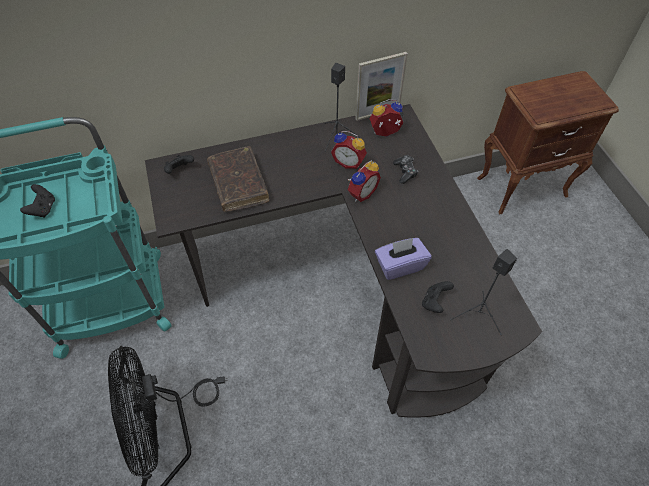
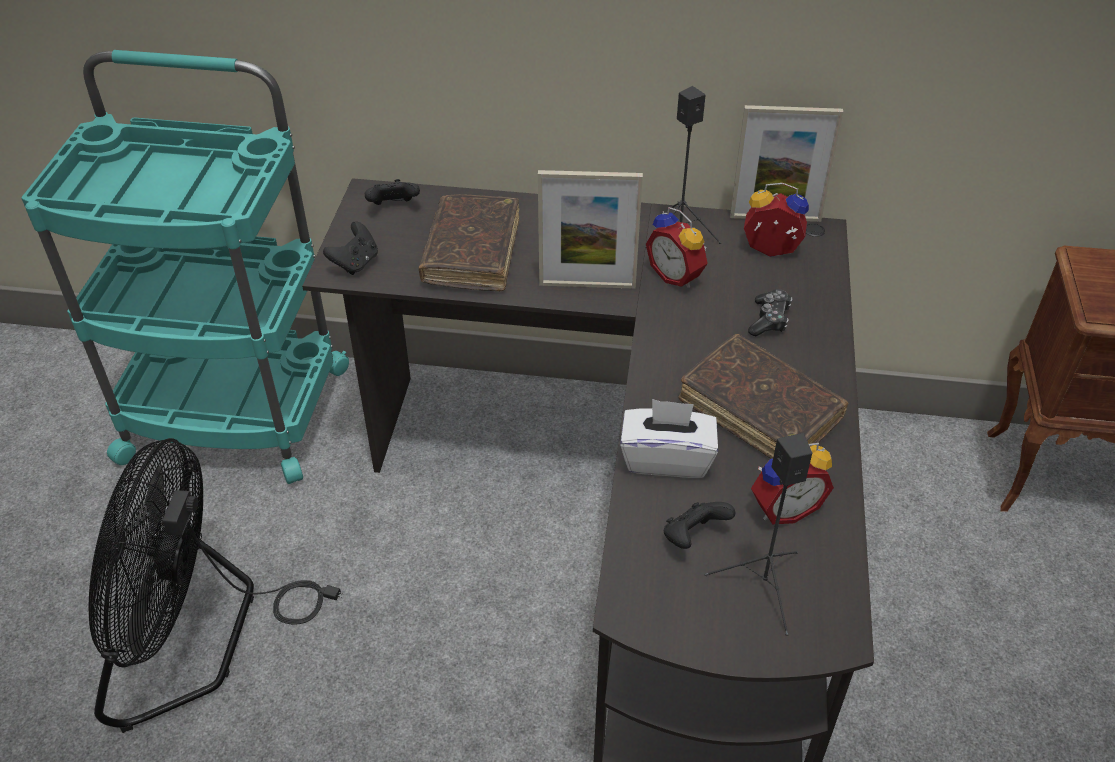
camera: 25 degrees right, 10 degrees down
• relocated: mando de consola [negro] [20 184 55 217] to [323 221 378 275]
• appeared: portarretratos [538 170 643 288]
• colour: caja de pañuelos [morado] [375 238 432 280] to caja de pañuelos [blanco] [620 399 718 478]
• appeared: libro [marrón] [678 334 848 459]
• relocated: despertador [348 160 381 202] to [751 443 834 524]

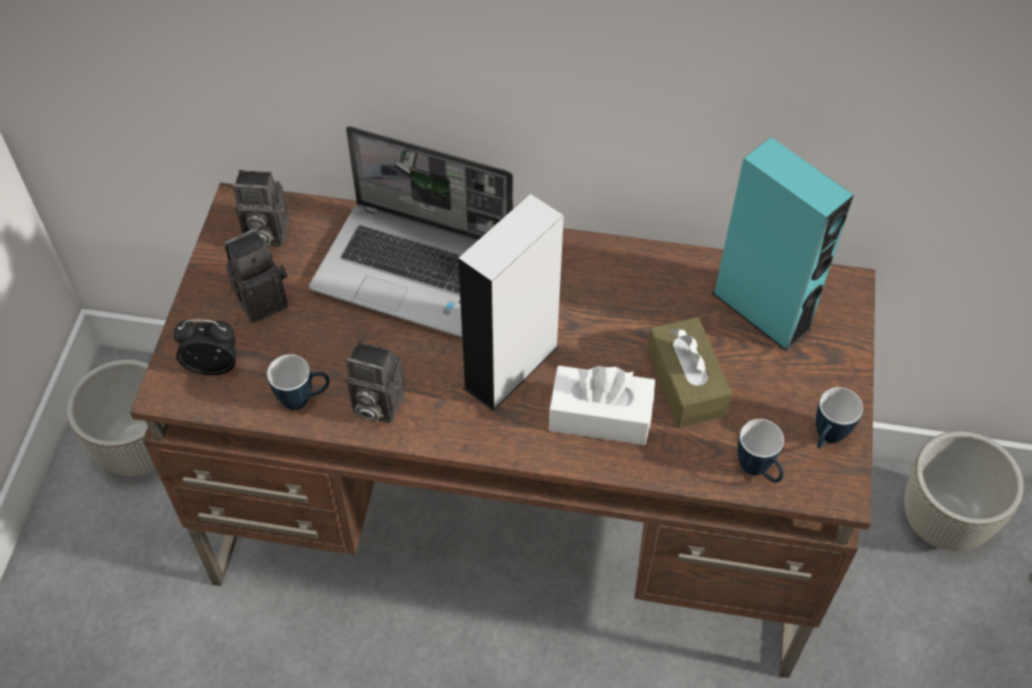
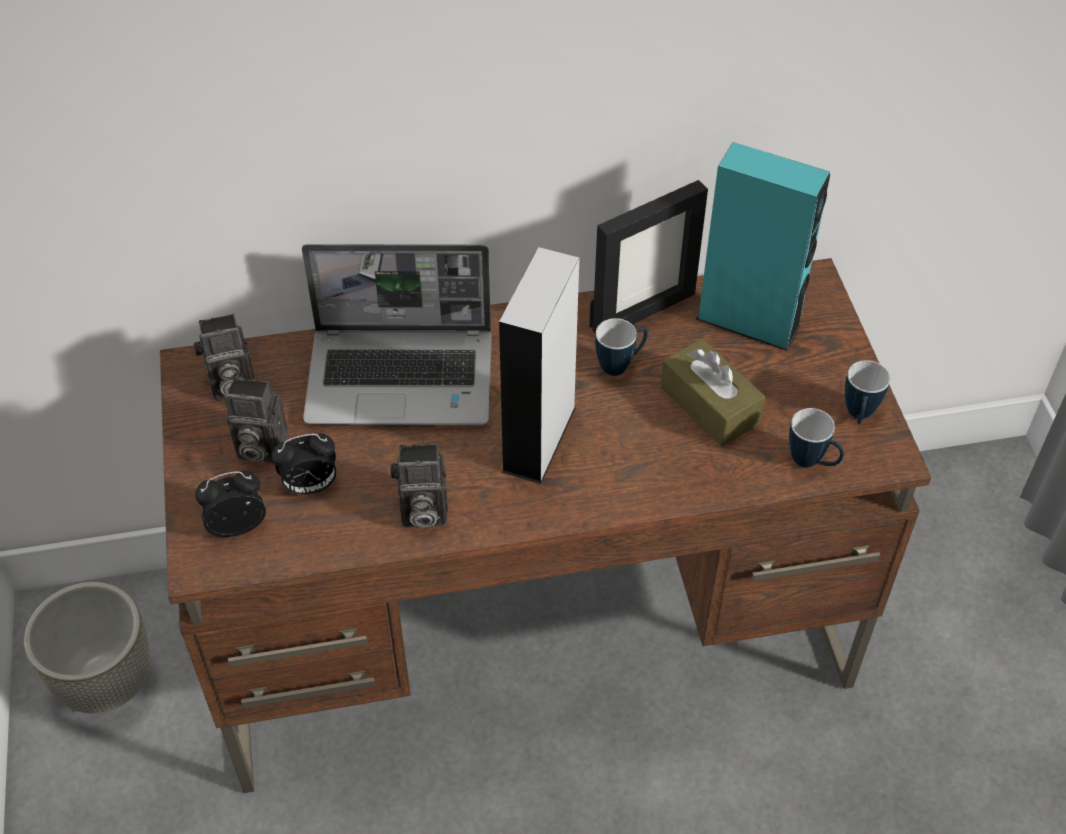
camera: 20 degrees left, 5 degrees down
• spun: cámara [224 229 288 323] = [224 378 288 463] 120 degrees counterclockwise
• appeared: despertador [272 433 336 495]
• appeared: portarretratos [589 180 708 334]
• relocated: taza grande [267 354 330 410] to [595 318 648 376]
• missing: caja de pañuelos [blanco] [549 366 655 445]
• missing: maceta [gris] [904 431 1024 551]

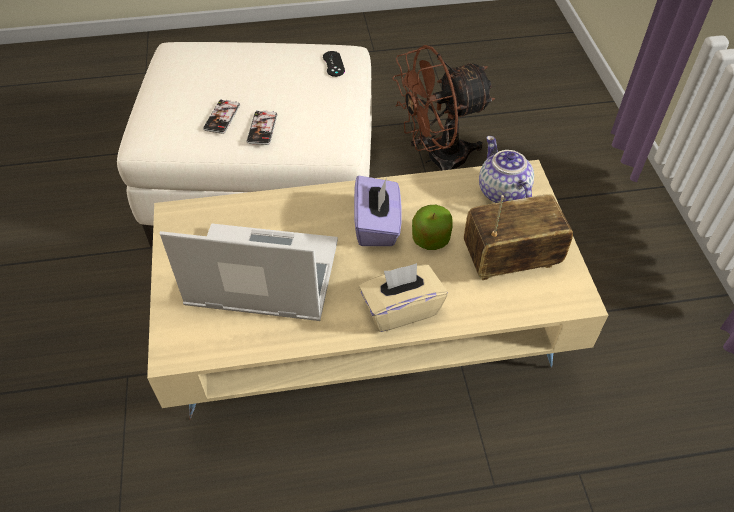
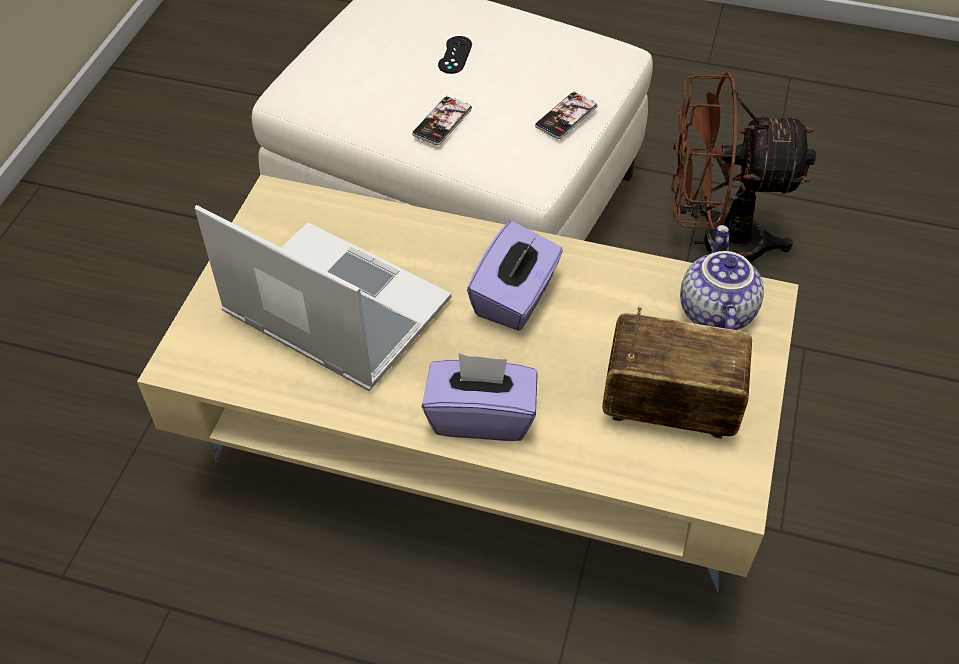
camera: 25 degrees right, 0 degrees up
• colour: caja de pañuelos [beis] [359 263 448 332] to caja de pañuelos [morado] [422 353 538 441]
• relocated: mando de consola [negro] [323 51 345 77] to [438 36 472 74]
• relocated: móvil [203 99 240 134] to [535 91 598 139]
• missing: manzana [412 205 453 250]

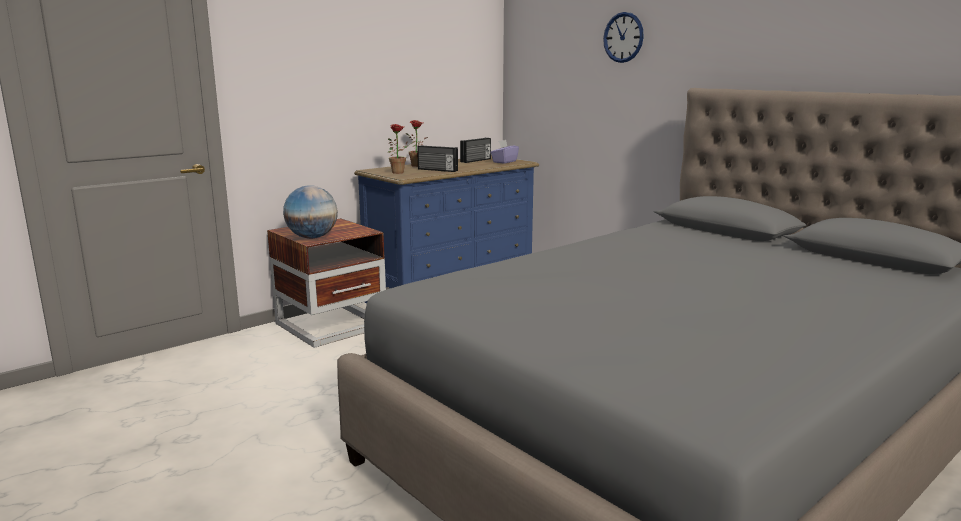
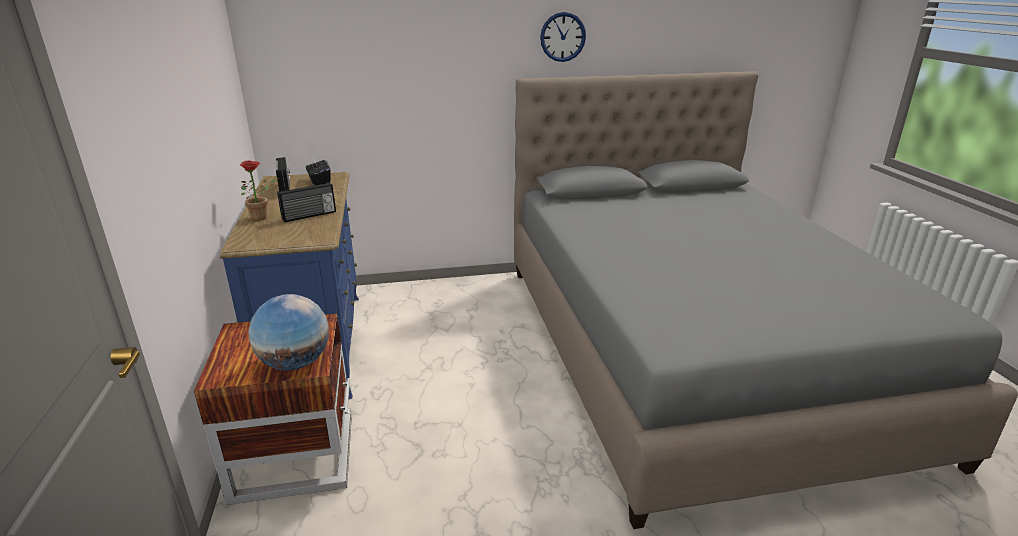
camera: 60 degrees left, 10 degrees up
• colour: caja de pañuelos [morado] [490 140 519 164] to caja de pañuelos [negro] [306 156 331 185]
• relocated: reloj de pared [603 12 644 63] to [540 12 586 62]
• missing: planta en maceta [388 124 415 174]

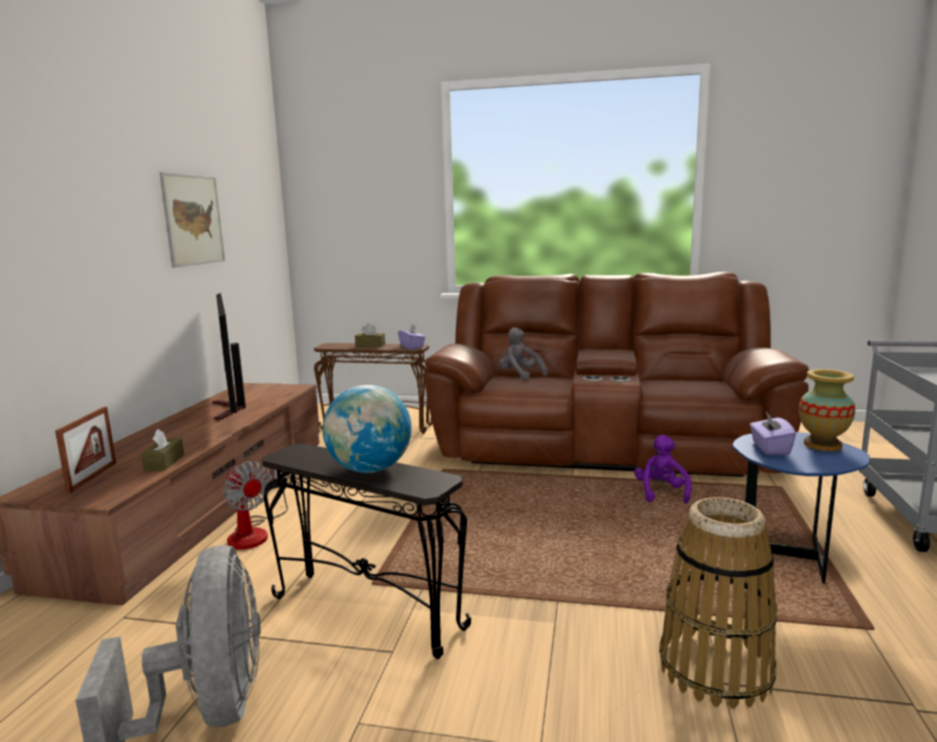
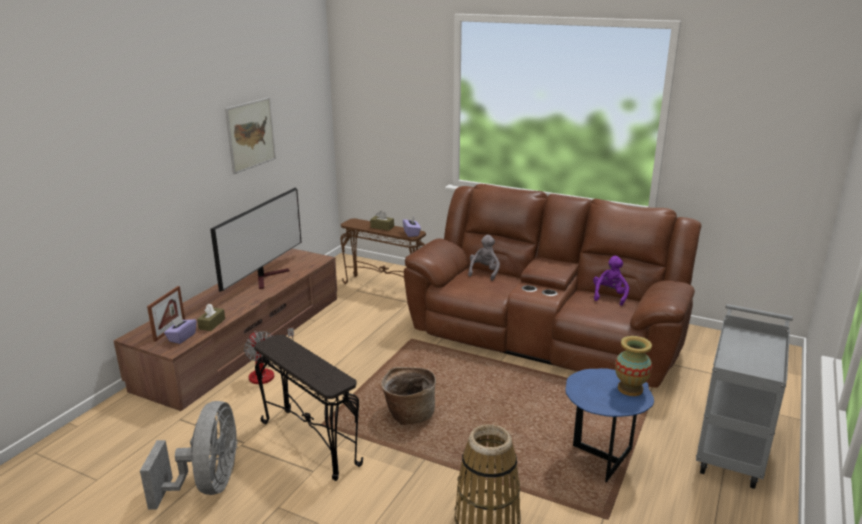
camera: 15 degrees right, 10 degrees up
• relocated: caja de pañuelos [morado] [750 410 796 455] to [164 315 196 344]
• spun: televisor [212 293 246 420] = [210 187 302 292] 150 degrees counterclockwise
• appeared: cesta [381 367 436 425]
• spun: peluche [gris] [499 327 548 380] = [468 235 500 281] 45 degrees clockwise
• relocated: peluche [morado] [634 435 692 503] to [593 256 629 306]
• missing: globo terráqueo [323 385 412 473]

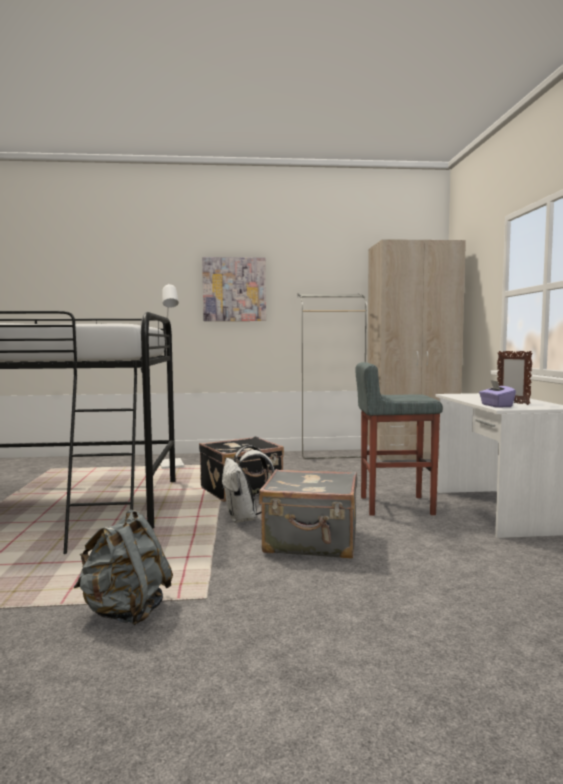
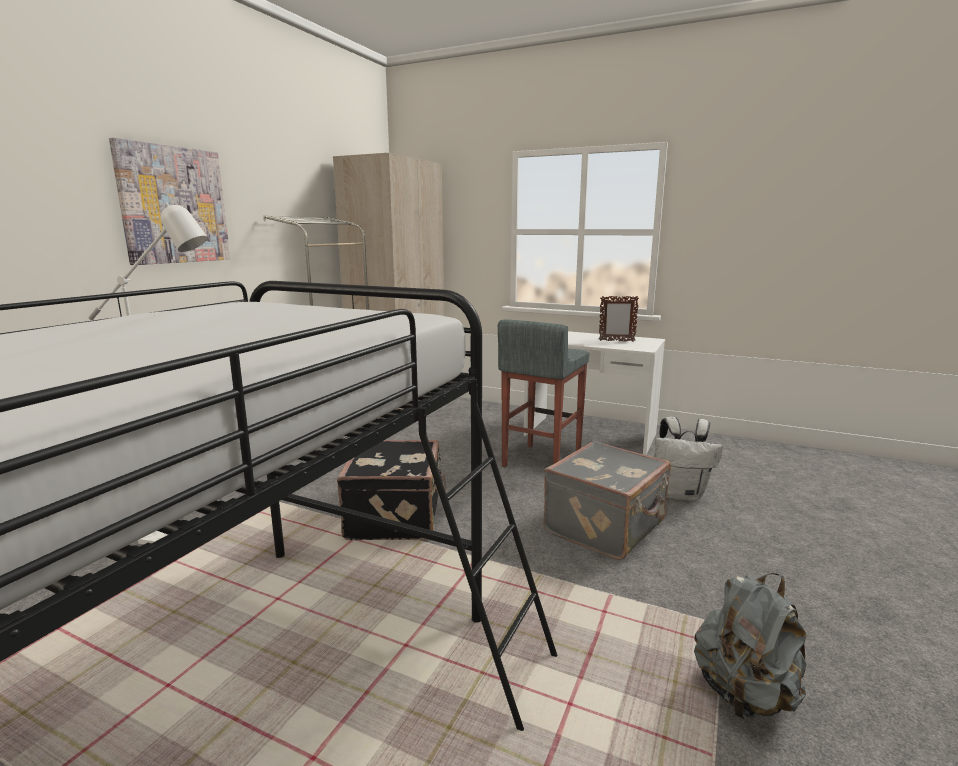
camera: 60 degrees left, 10 degrees up
• relocated: mochila [blanco] [222 445 275 523] to [654 417 723 501]
• missing: caja de pañuelos [morado] [479 380 516 408]

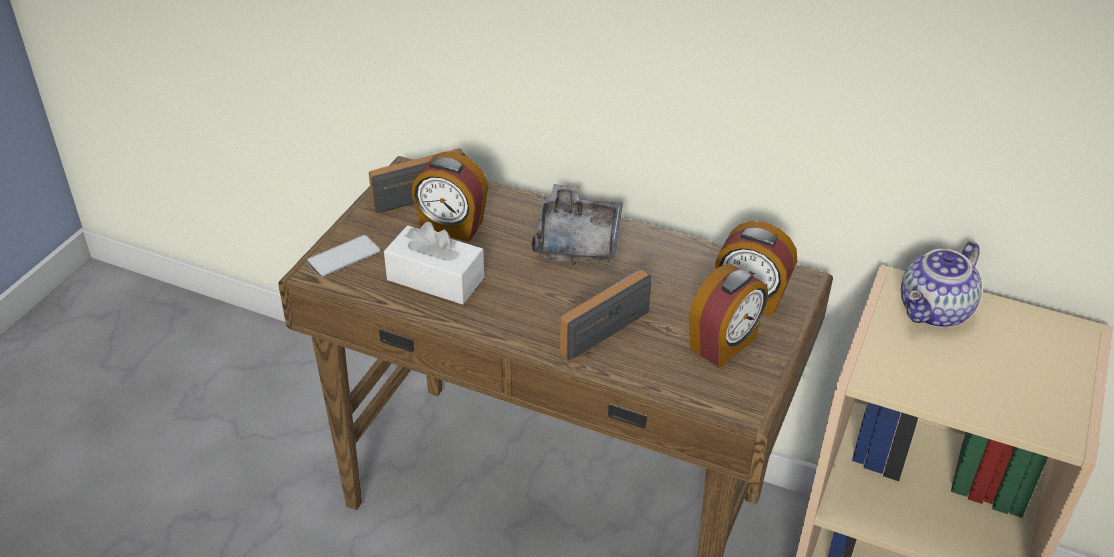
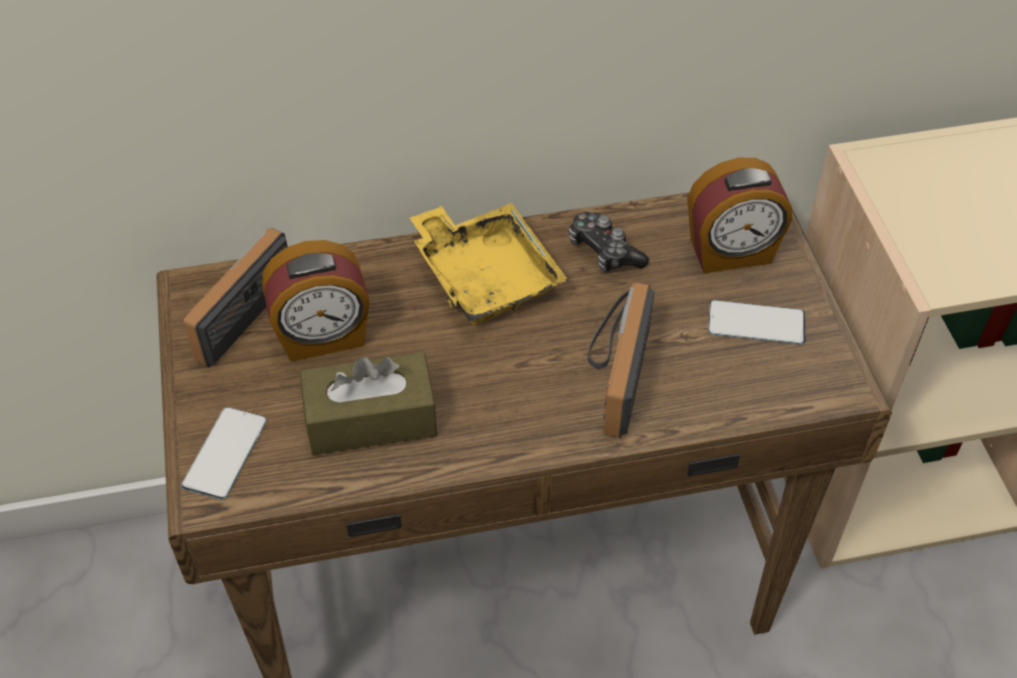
camera: 35 degrees left, 10 degrees up
• colour: caja de pañuelos [blanco] [384 222 484 305] to caja de pañuelos [marrón] [300 352 437 455]
• colour: bandeja [gris] [531 184 623 265] to bandeja [amarillo] [410 203 568 325]
• appeared: mando de consola [569 212 649 272]
• exchanged: despertador [689 264 768 368] to móvil [708 300 806 345]
• missing: tetera [901 241 982 328]

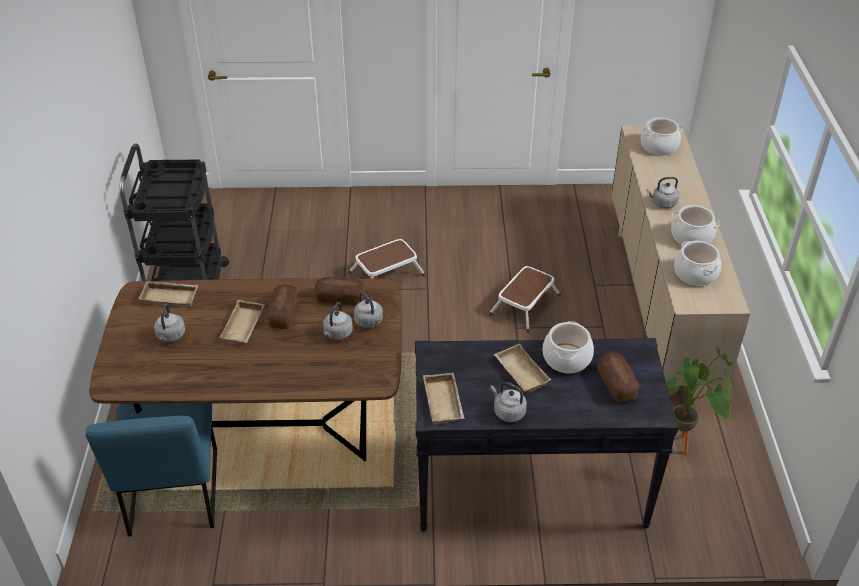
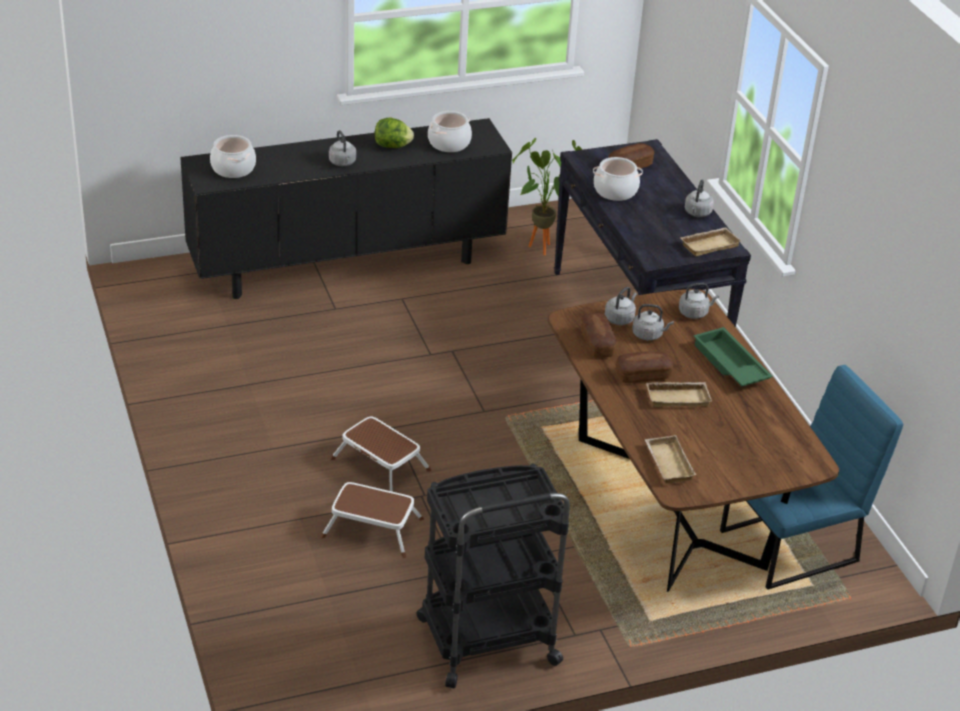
camera: 110 degrees left, 5 degrees down
• colour: armario [beis] [611 125 750 386] to armario [negro] [180 118 512 299]
• relocated: escalera de tijera [marrón] [488 266 562 333] to [320 482 424 558]
• exchanged: olla [671 205 720 245] to lechuga [375 118 414 148]
• relocated: hervidor [gris] [154 304 185 342] to [679 283 719 319]
• appeared: bandeja [verde] [694 327 773 386]
• missing: bandeja [beis] [494 344 551 393]

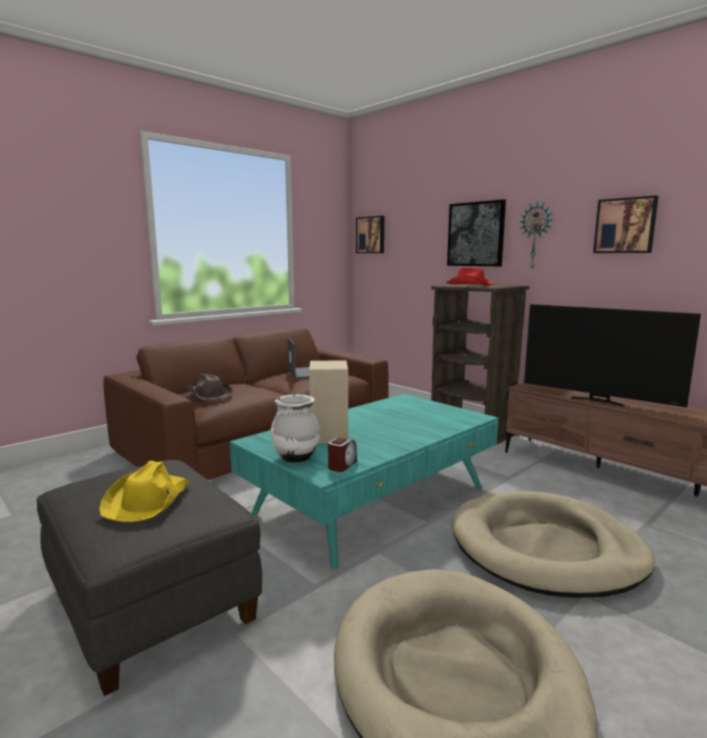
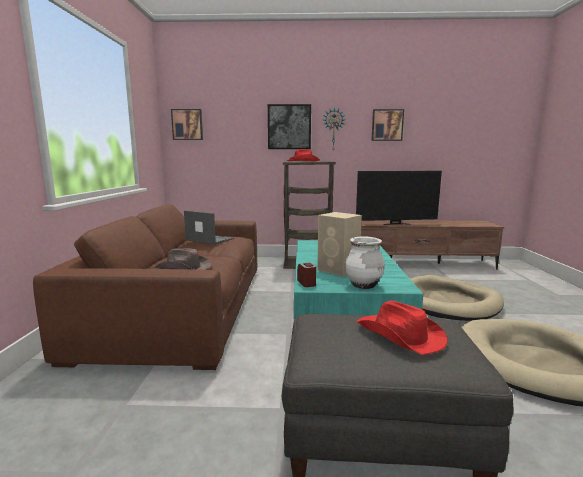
camera: 45 degrees left, 0 degrees up
• relocated: despertador [328 437 357 472] to [297 263 316 287]
• colour: sombrero [amarillo] [99 461 191 522] to sombrero [rojo] [357 301 448 355]

